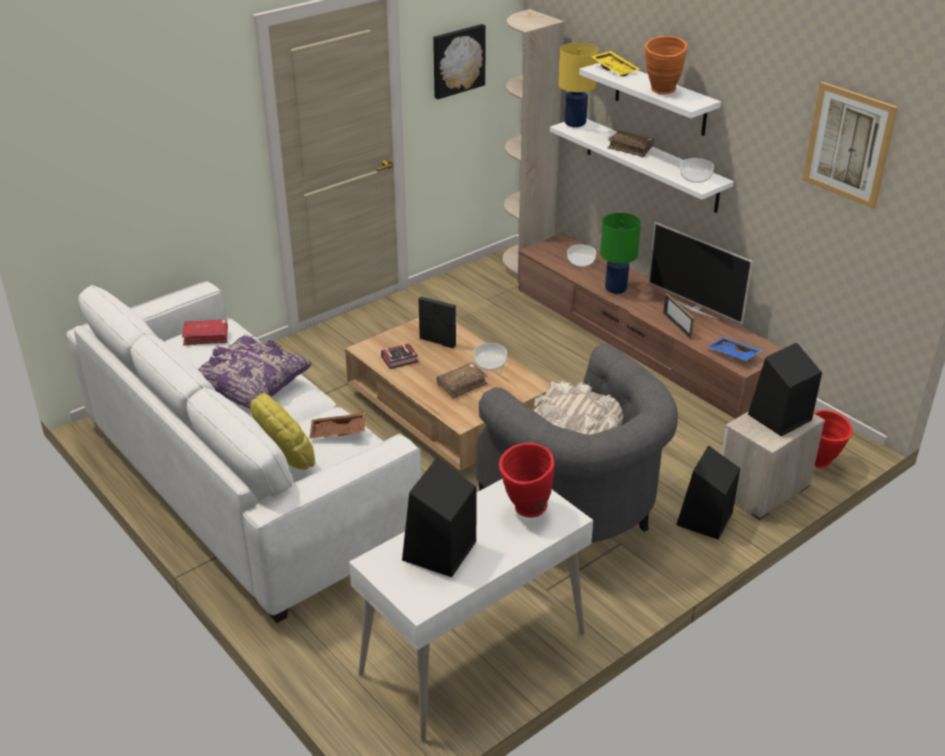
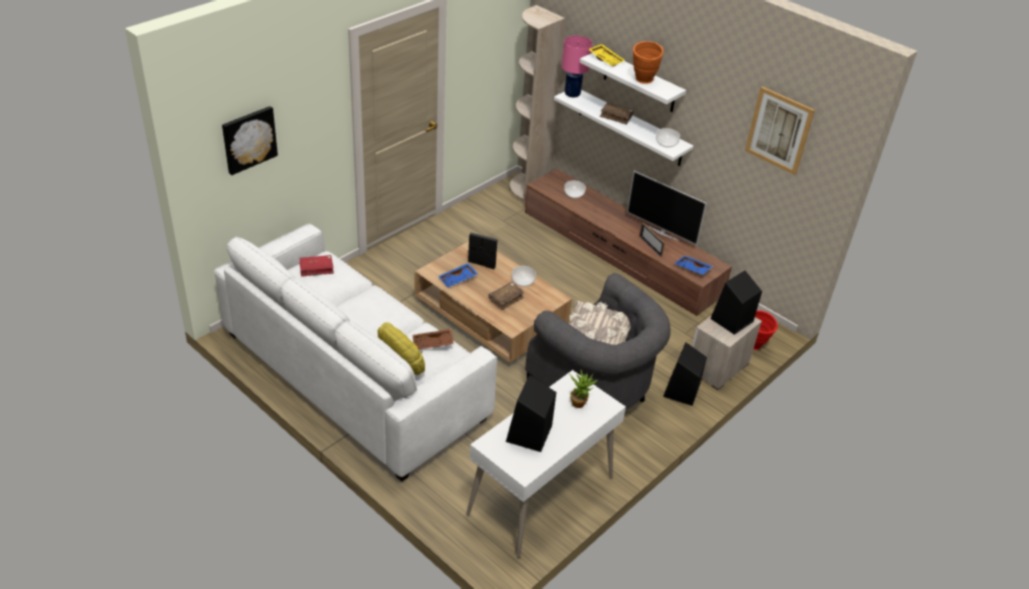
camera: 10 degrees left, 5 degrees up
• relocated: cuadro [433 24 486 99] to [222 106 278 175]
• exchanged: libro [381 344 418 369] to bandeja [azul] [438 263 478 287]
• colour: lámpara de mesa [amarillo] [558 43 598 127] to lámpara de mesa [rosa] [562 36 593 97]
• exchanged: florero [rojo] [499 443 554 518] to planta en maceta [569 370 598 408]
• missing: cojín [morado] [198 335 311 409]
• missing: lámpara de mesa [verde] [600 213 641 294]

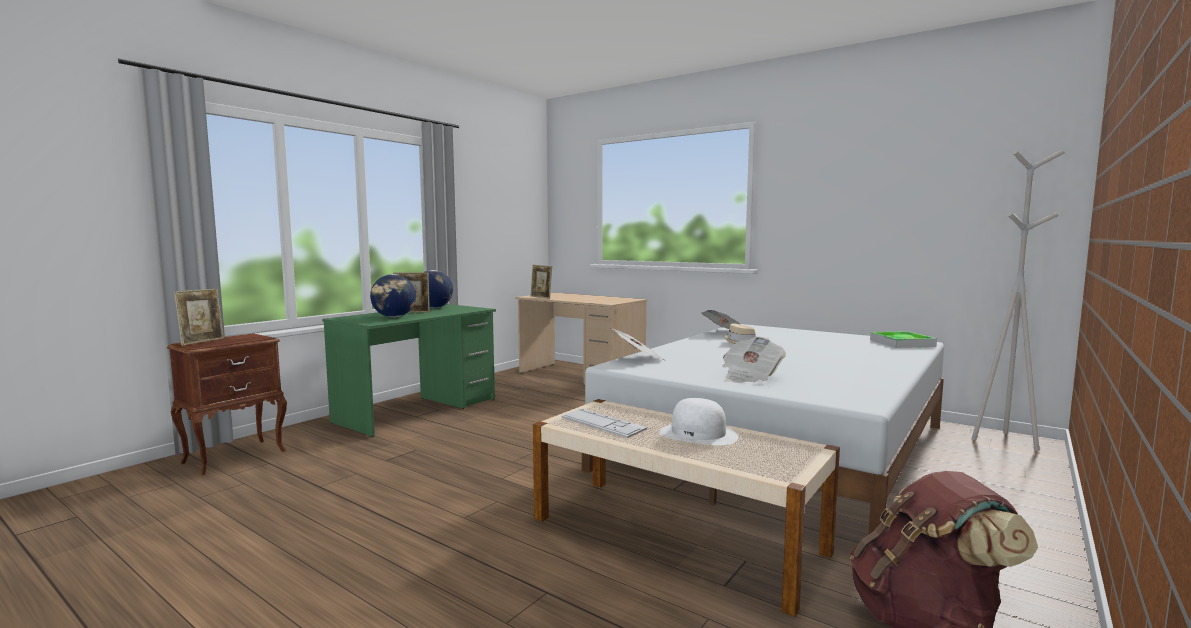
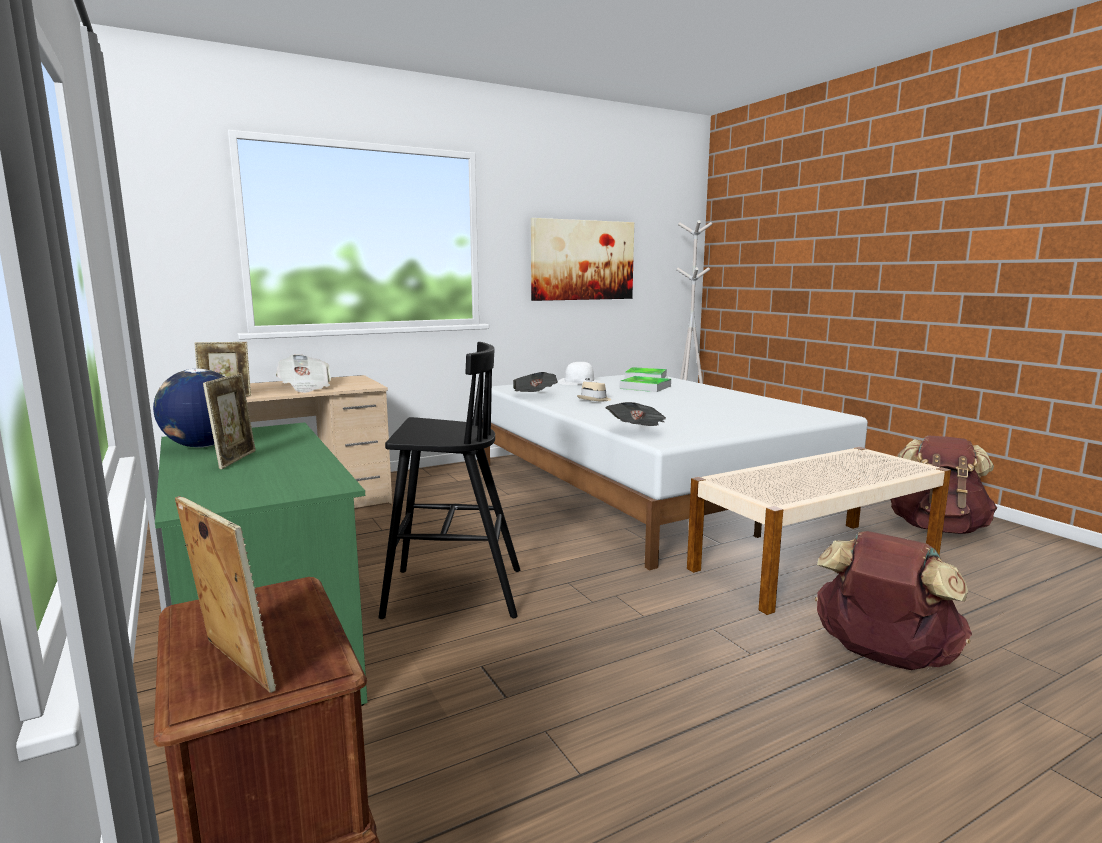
camera: 65 degrees left, 5 degrees up
• relocated: periódico [722 337 786 383] to [276 354 331 393]
• appeared: taburete [negro] [379 342 520 619]
• appeared: cuadro [531 218 634 301]
• relocated: sombrero [blanco] [660 398 738 445] to [558 362 601 385]
• appeared: bandeja [619 376 671 392]
• appeared: mochila [marrón] [815 531 972 670]
• missing: globo terráqueo [370 274 416 318]
• missing: teclado [561 408 647 438]

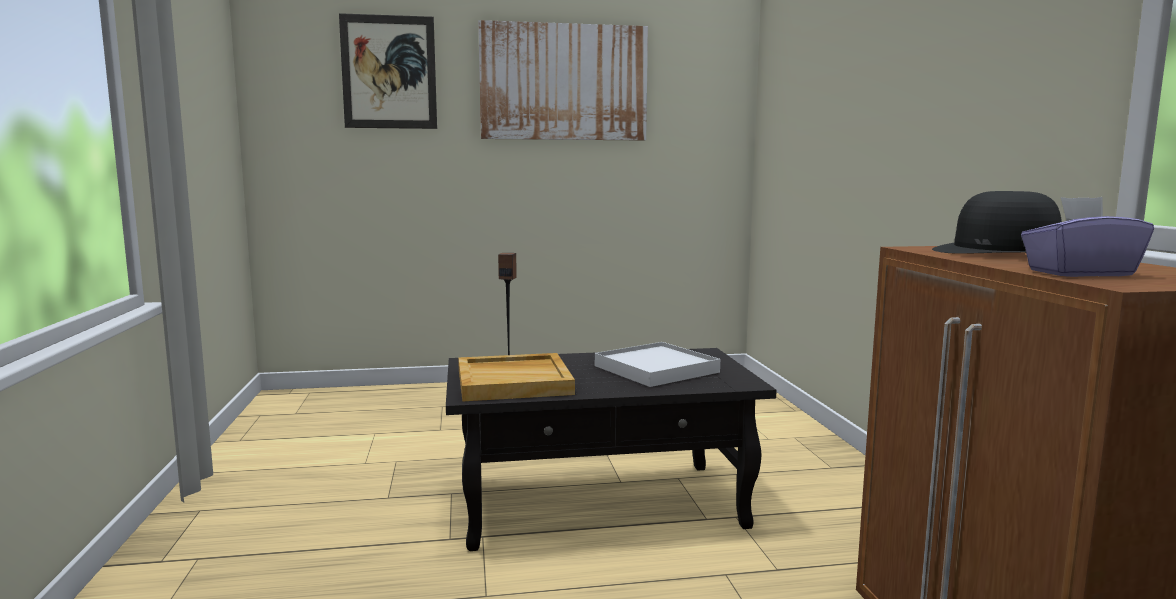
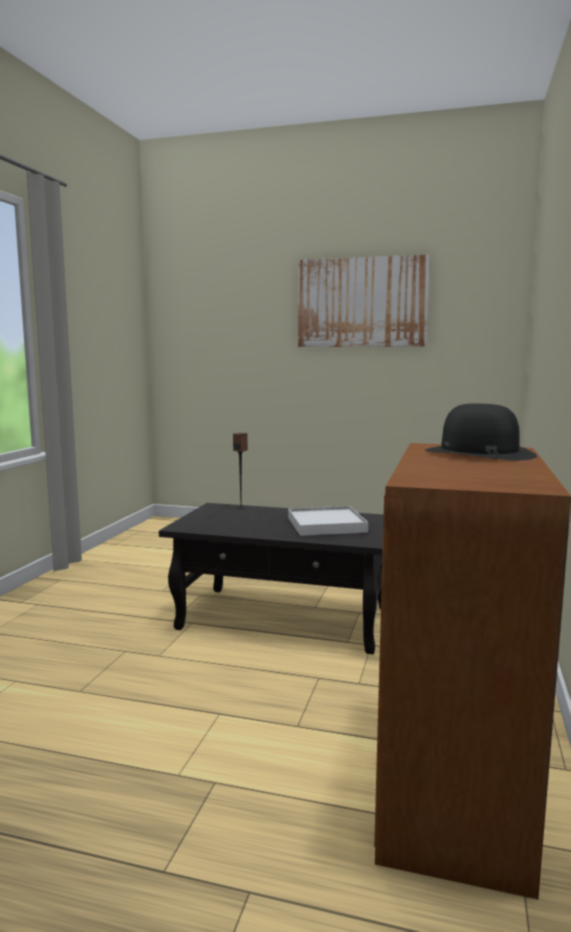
camera: 25 degrees right, 0 degrees up
• missing: cuadro [339 13 437 129]
• missing: bandeja [beis] [458 353 575 402]
• missing: caja de pañuelos [morado] [1021 197 1154 277]

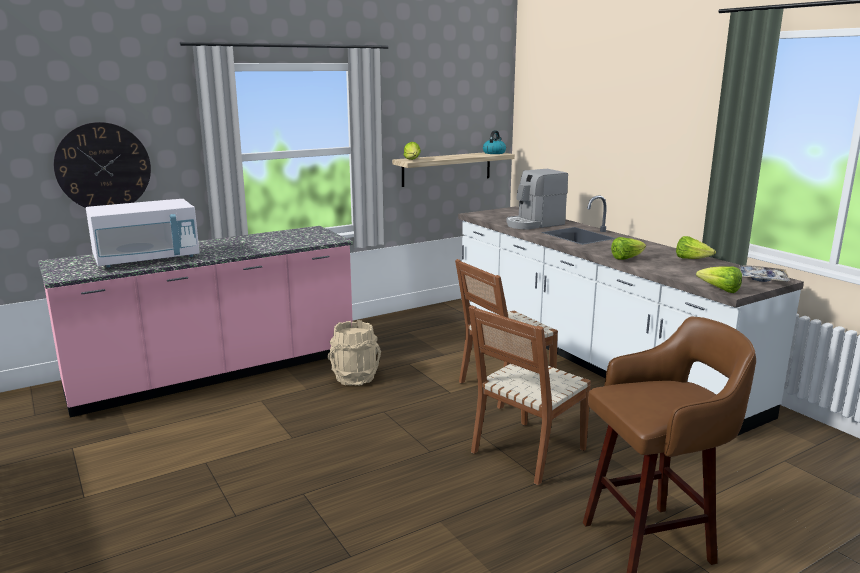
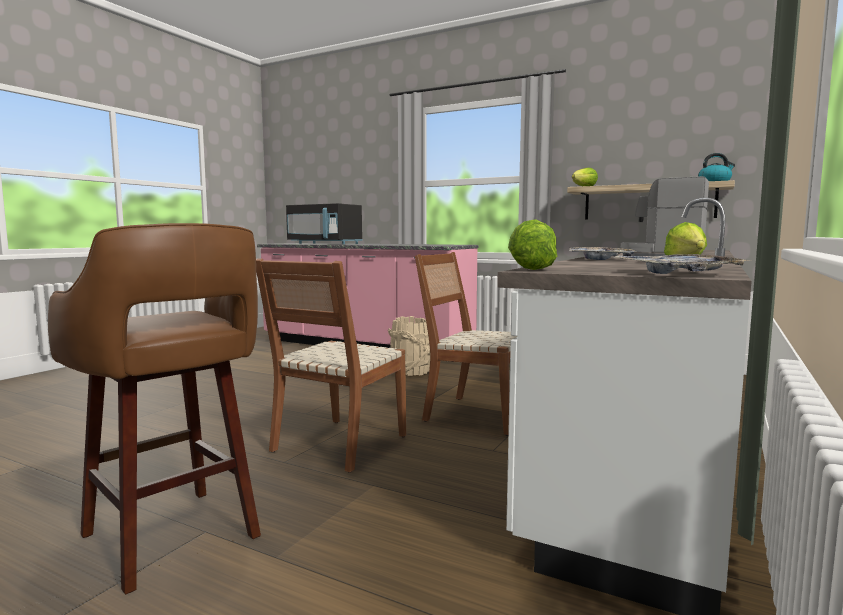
camera: 60 degrees right, 10 degrees down
• spun: silla [469 305 591 485] = [256 259 406 473] 75 degrees counterclockwise
• colour: microondas [blanco] [86 199 200 268] to microondas [negro] [286 203 363 244]
• exchanged: lechuga [611 237 646 260] to bandeja [569 247 637 260]
• missing: reloj de pared [54 122 151 208]

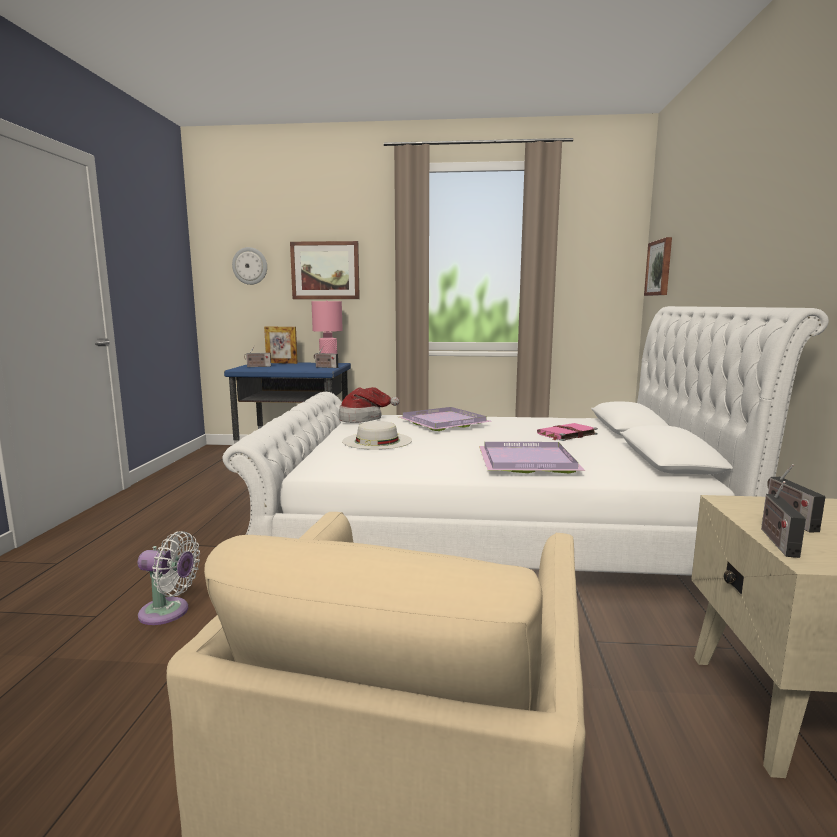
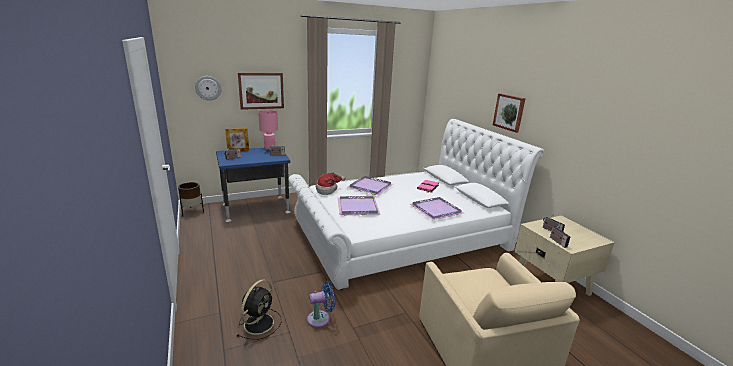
camera: 30 degrees left, 10 degrees up
• appeared: maceta [marrón] [178 182 204 216]
• appeared: ventilador [negro] [237 279 281 340]
• colour: ventilador [blanco] [137 531 200 625] to ventilador [azul] [307 280 335 328]
• exchanged: sombrero [blanco] [342 421 412 450] to bandeja [morado] [338 196 380 215]
• relocated: cuadro [644 237 672 296] to [493 93 526 133]

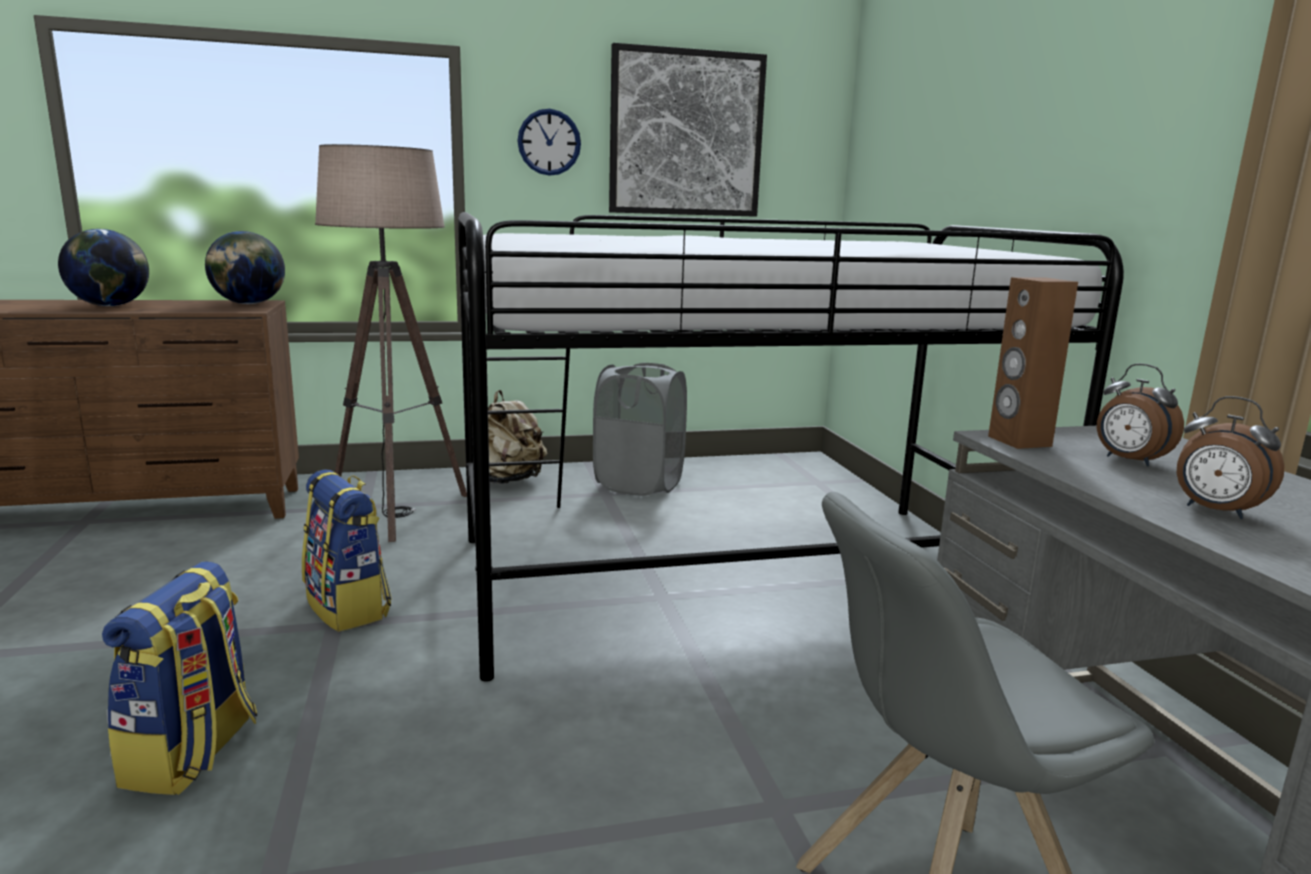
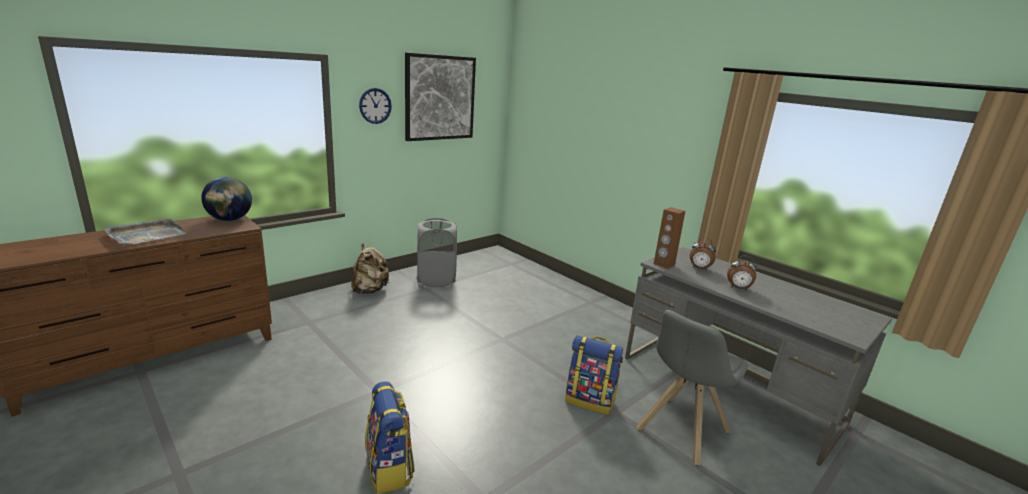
camera: 30 degrees left, 5 degrees up
• exchanged: globo terráqueo [58 229 149 306] to bandeja [gris] [105 219 187 245]
• relocated: mochila [302 469 392 632] to [565 335 623 415]
• missing: lámpara de pie [315 144 467 542]
• missing: cama [negro] [458 212 1124 682]

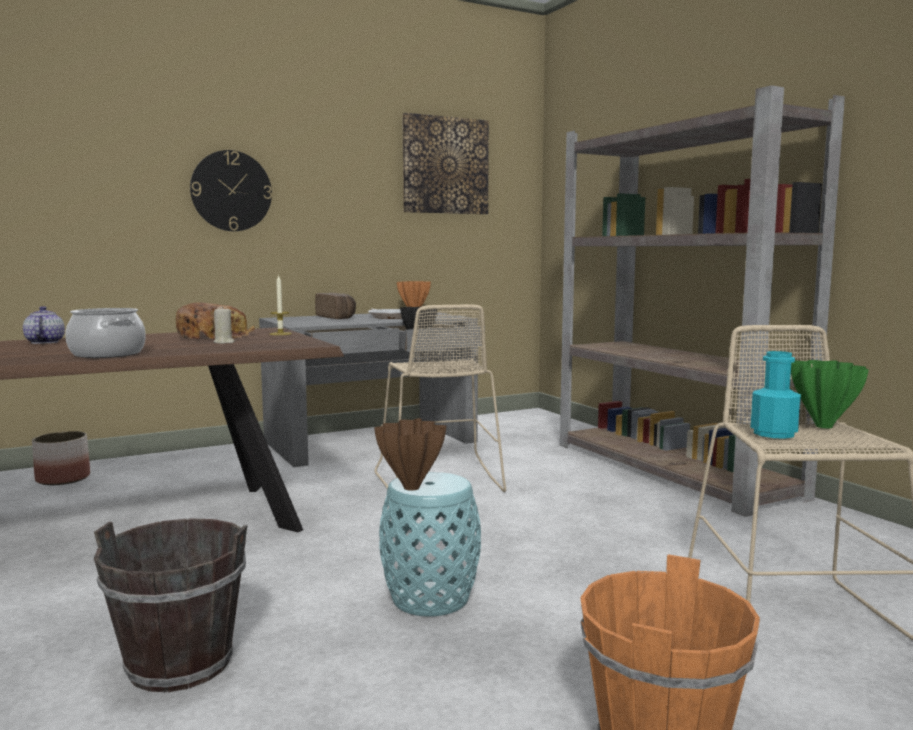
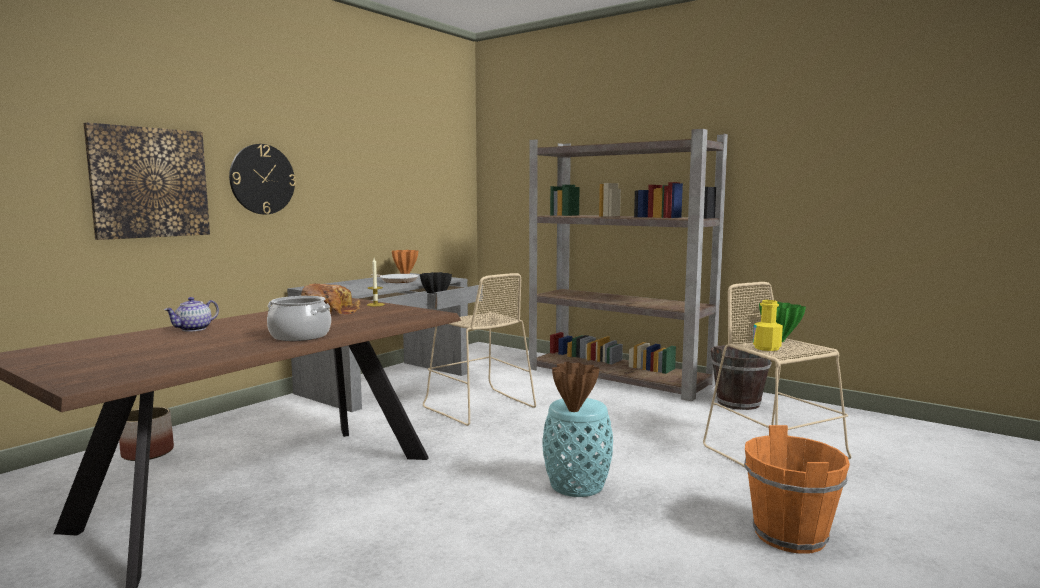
camera: 25 degrees left, 0 degrees up
• relocated: cuadro [402 113 489 214] to [83 122 210 240]
• spun: tetera [23 306 65 344] = [164 297 219 332] 105 degrees counterclockwise
• relocated: cubo [marrón] [94 518 247 692] to [711 345 772 410]
• colour: botella [turquesa] [751 351 801 439] to botella [amarillo] [753 300 783 351]
• missing: vela [beis] [213 306 235 344]
• missing: pan [315 293 356 319]

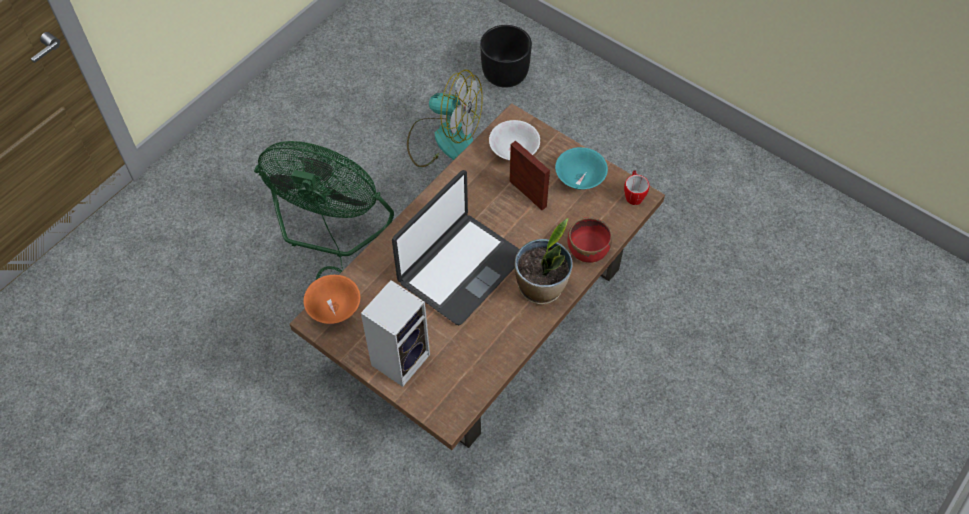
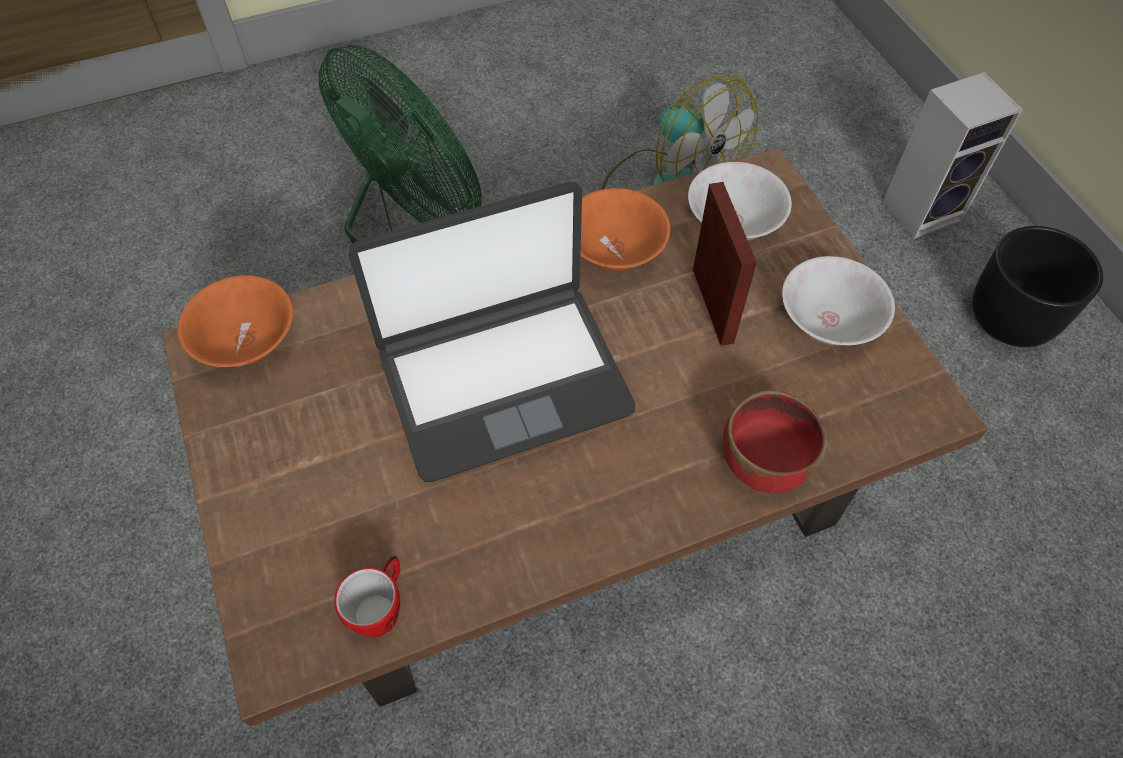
camera: 30 degrees right, 0 degrees up
• relocated: taza grande [624 170 649 205] to [334 556 400 638]
• appeared: cuenco [naranja] [580 188 670 271]
• colour: cuenco [turquesa] [555 147 608 190] to cuenco [blanco] [782 256 895 345]
• relocated: altavoz [361 280 430 387] to [883 72 1023 239]
• relocated: maceta [negro] [480 25 532 88] to [972 226 1103 347]
• missing: planta en maceta [515 218 573 305]

